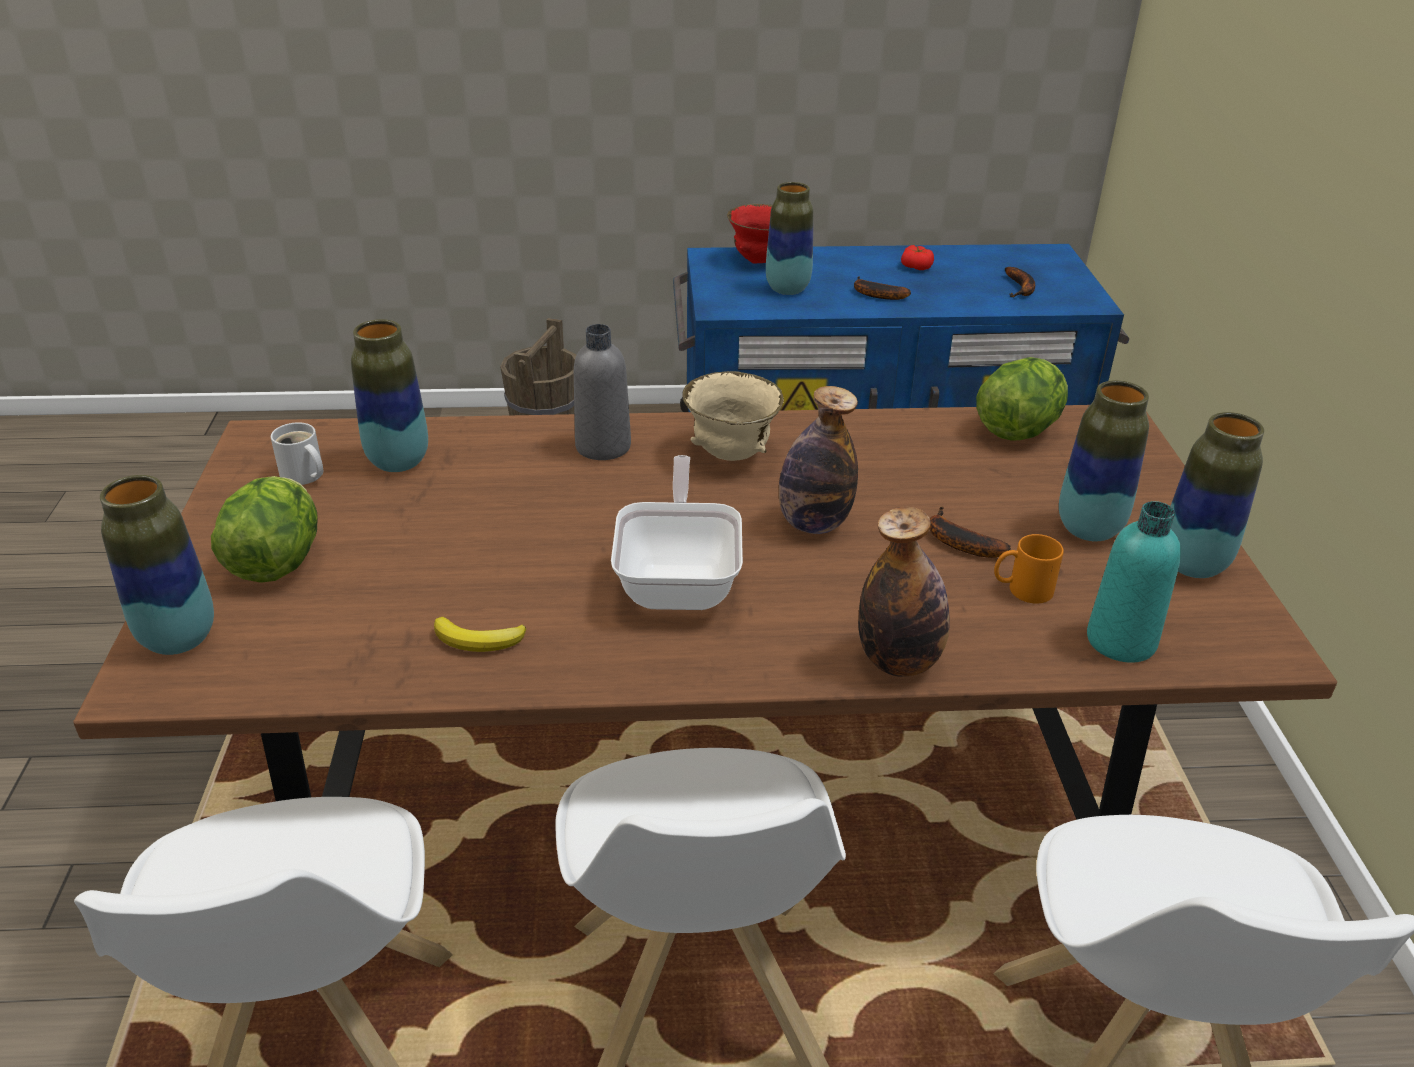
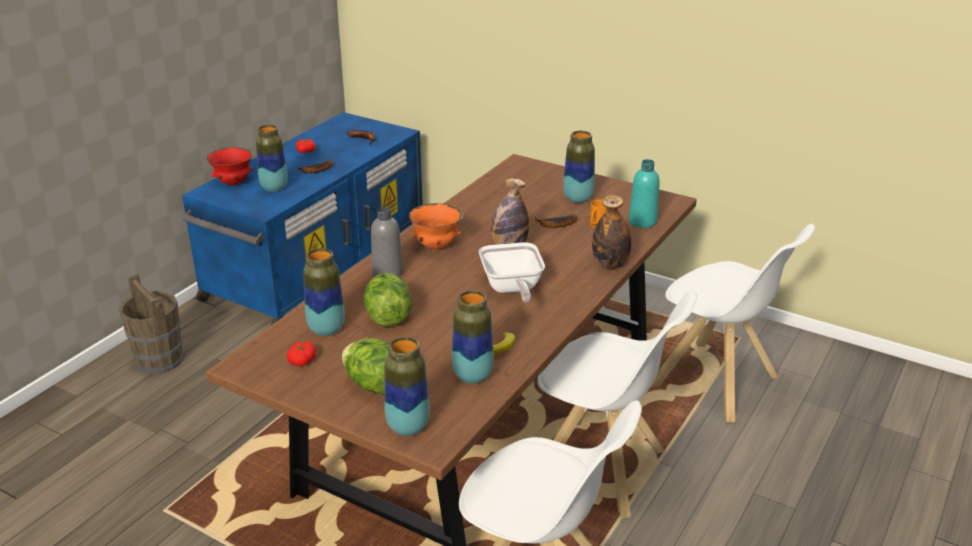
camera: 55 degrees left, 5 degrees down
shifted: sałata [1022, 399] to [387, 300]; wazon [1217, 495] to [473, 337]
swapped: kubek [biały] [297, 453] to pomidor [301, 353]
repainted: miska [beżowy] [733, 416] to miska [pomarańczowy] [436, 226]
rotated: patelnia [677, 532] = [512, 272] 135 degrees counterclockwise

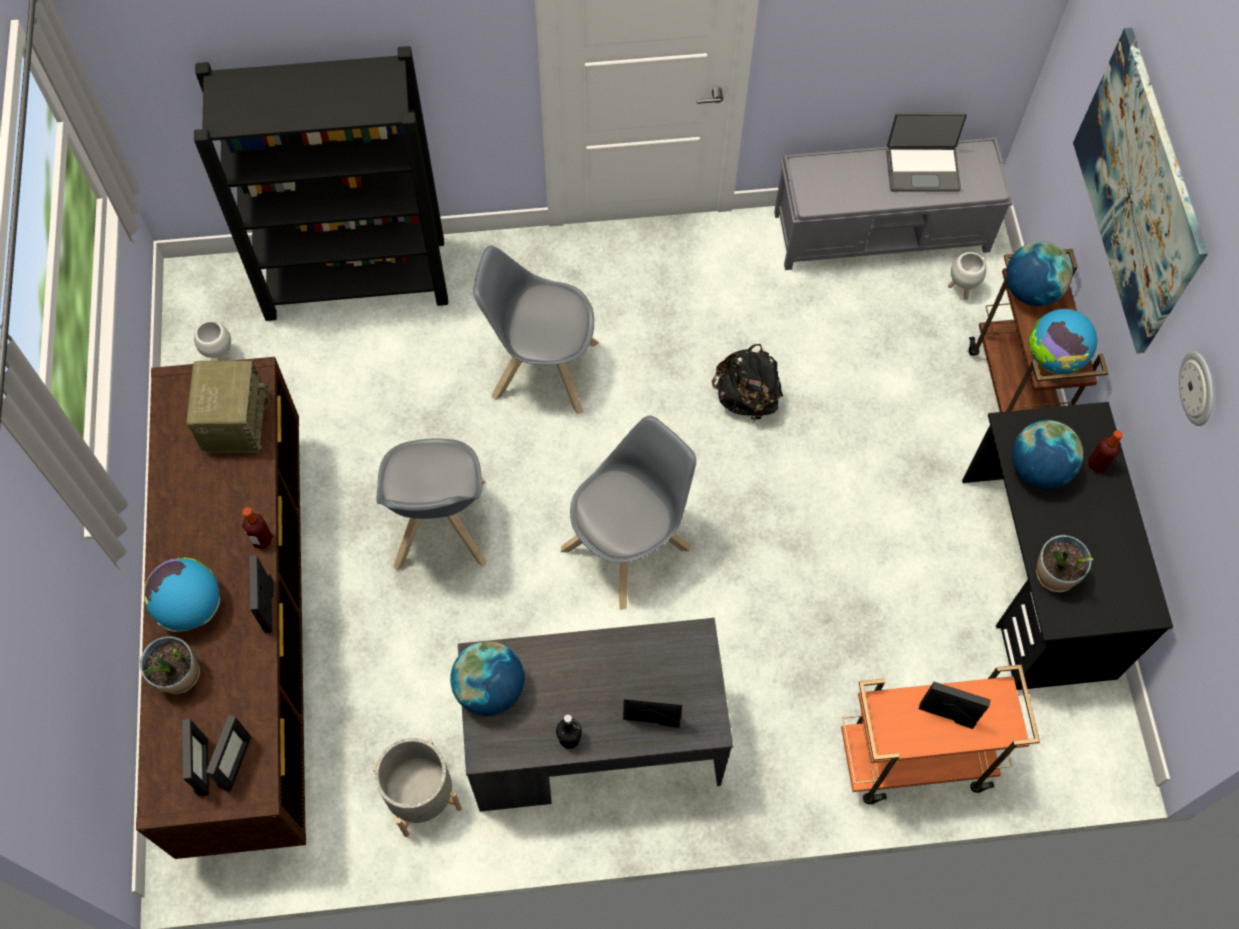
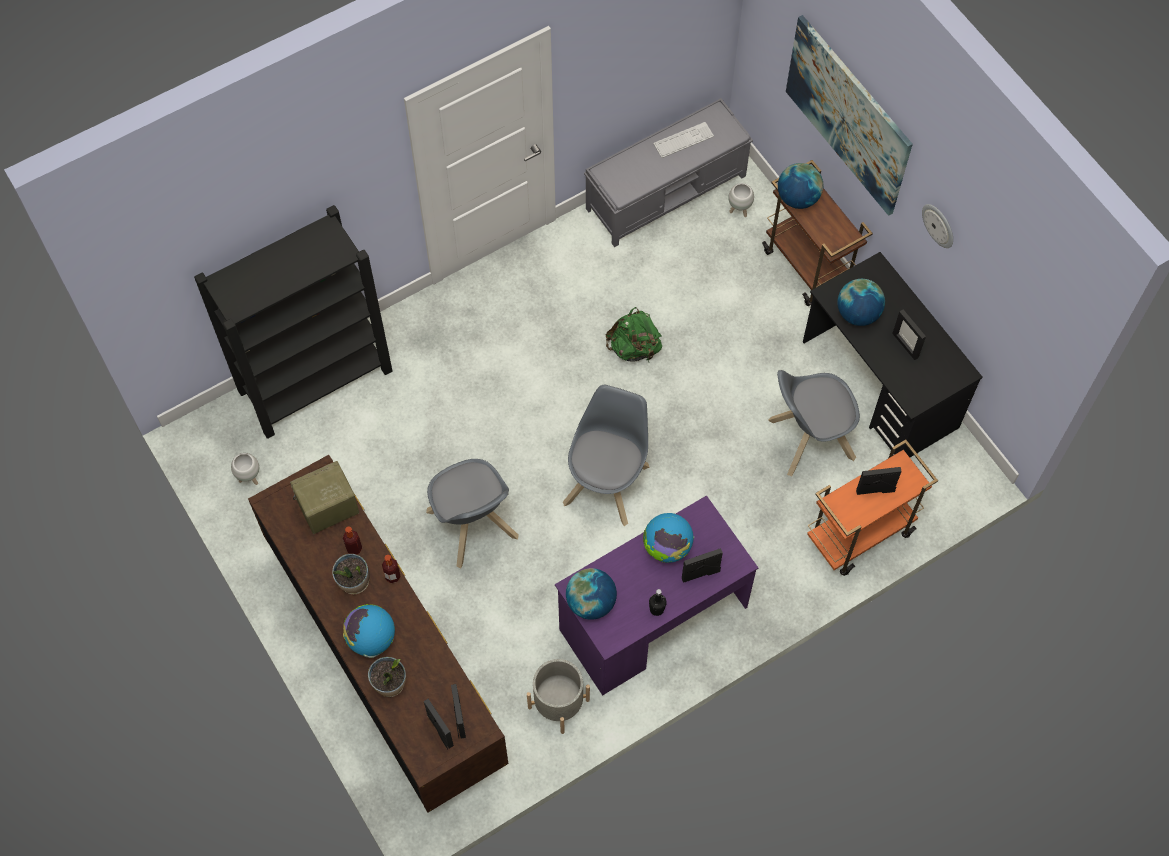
camera: 25 degrees left, 0 degrees up
shifted: krzesło [szary] [536, 329] to [814, 423]; globus [1063, 341] to [668, 538]; butelka [1105, 451] to [352, 540]; roślina doniczkowa [1064, 563] to [350, 574]; ramka na zdjęcie [261, 594] to [909, 334]
swapped: laptop [926, 152] to klawiatura [683, 140]
repainted: plecak [czarny] [747, 383] to plecak [zielony] [634, 334]; biurko [szary] [595, 715] to biurko [fioletowy] [656, 595]
rotated: radio [228, 407] = [324, 497] 90 degrees counterclockwise

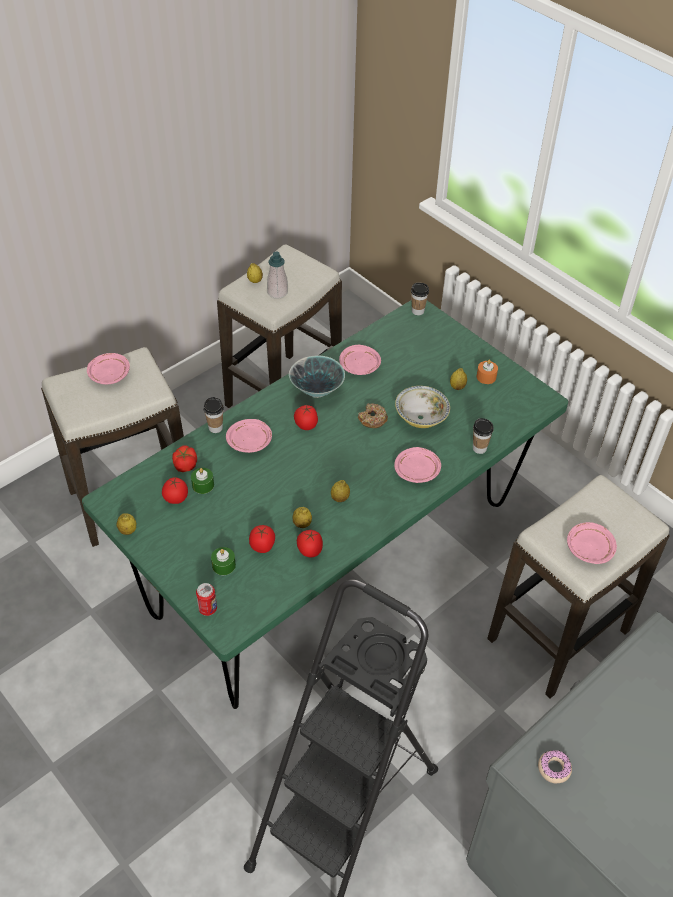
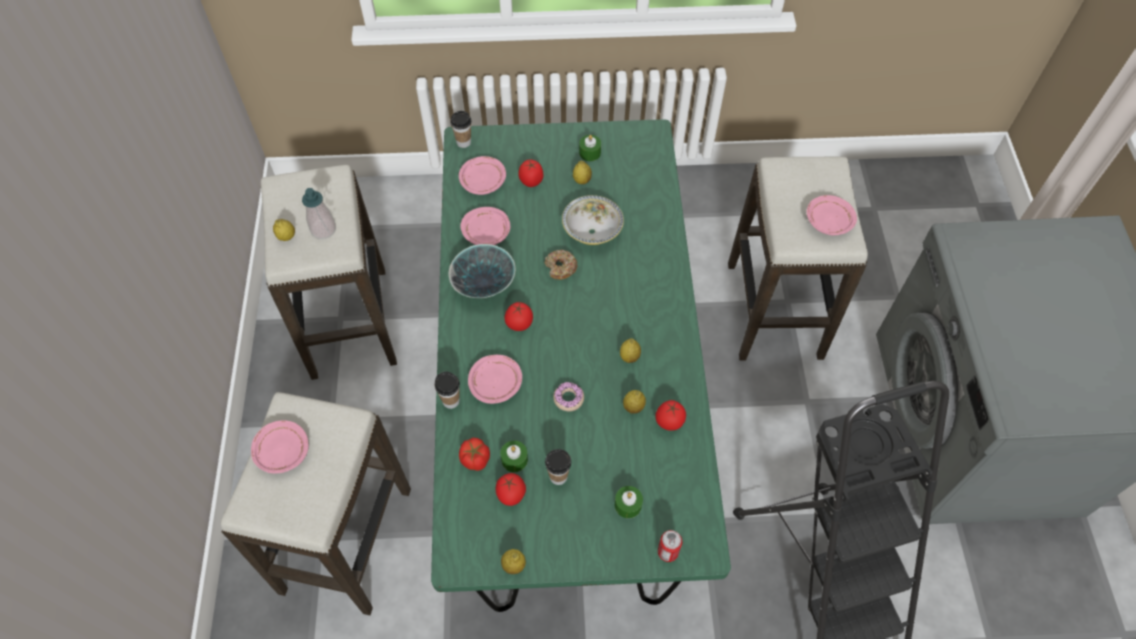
camera: 50 degrees left, 10 degrees up
shifted: filiżanka [483, 436] to [558, 467]; talerz [różowy] [417, 465] to [482, 175]; pomidor [262, 539] to [531, 173]; donut [555, 766] to [568, 397]
repainted: świeca [pomarańczowy] [487, 372] to świeca [zielony] [590, 148]

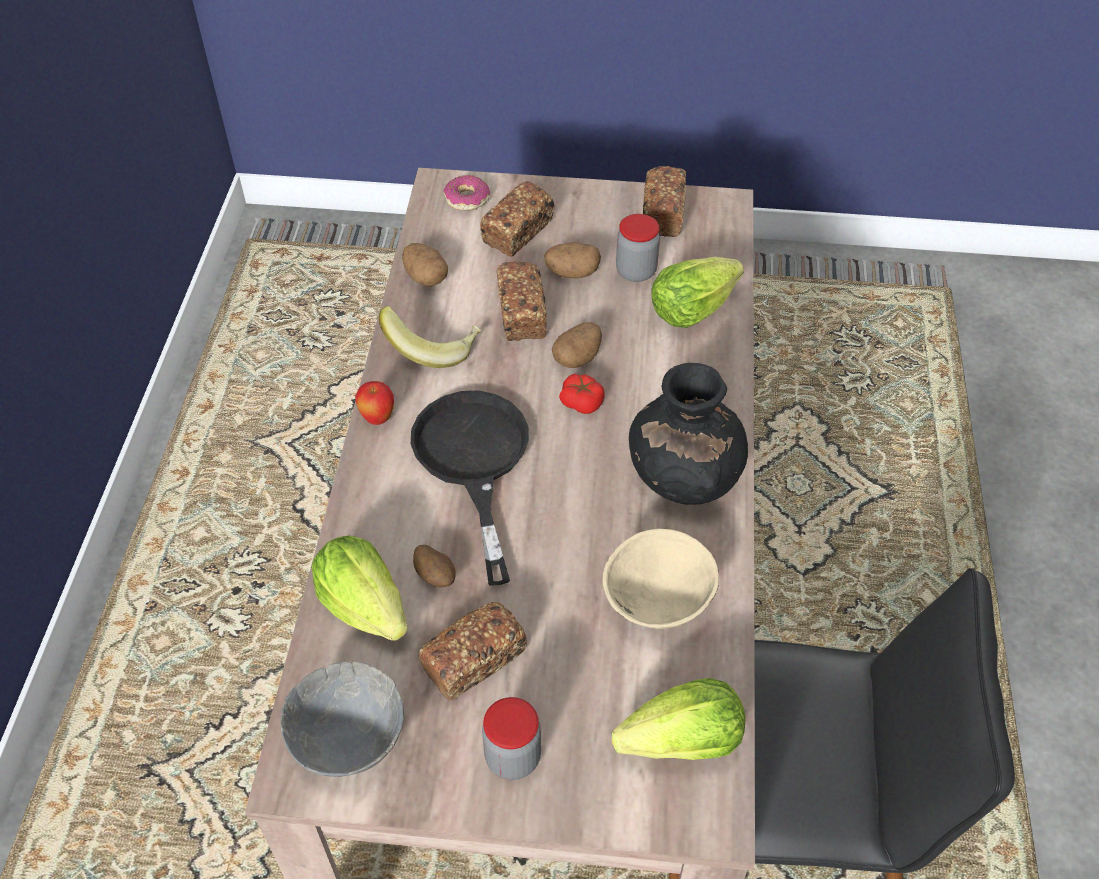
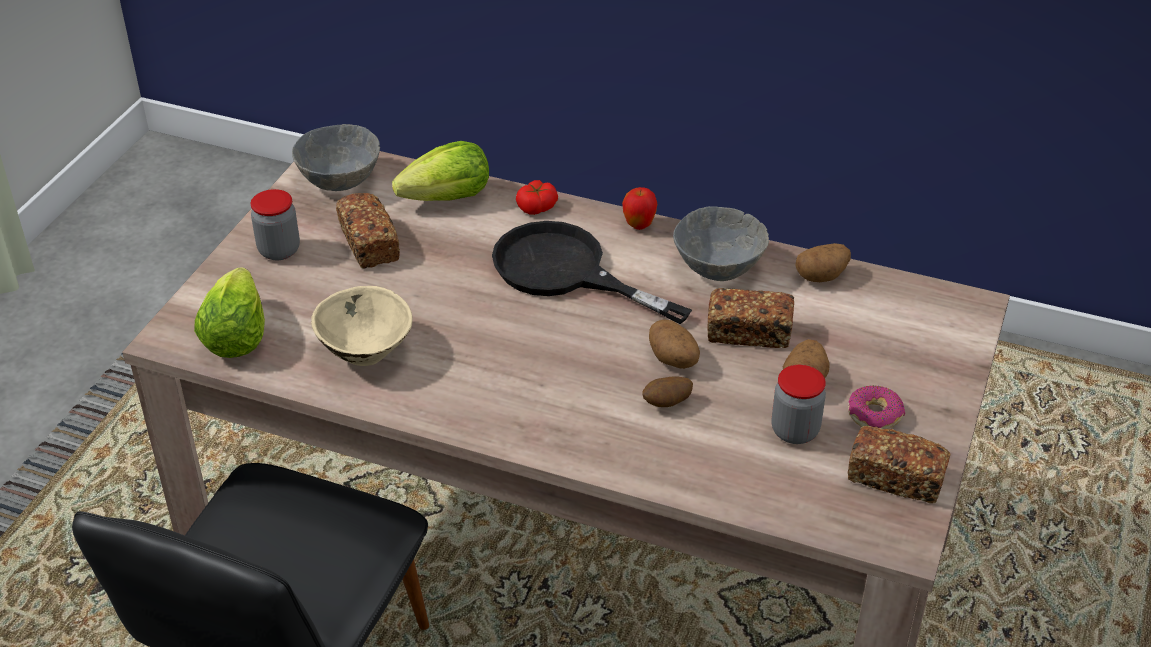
camera: 105 degrees right, 10 degrees down
gone: chleb [517, 219]; sałata [698, 292]; wazon [czarny] [688, 434]
shifted: donut [467, 193] to [876, 407]; pomidor [582, 394] to [537, 197]; ziemniak [434, 566] to [667, 391]
swapped: banan [430, 337] to miska [szary] [721, 243]
rotated: patelnia [czarny] [470, 488] = [592, 272] 150 degrees counterclockwise

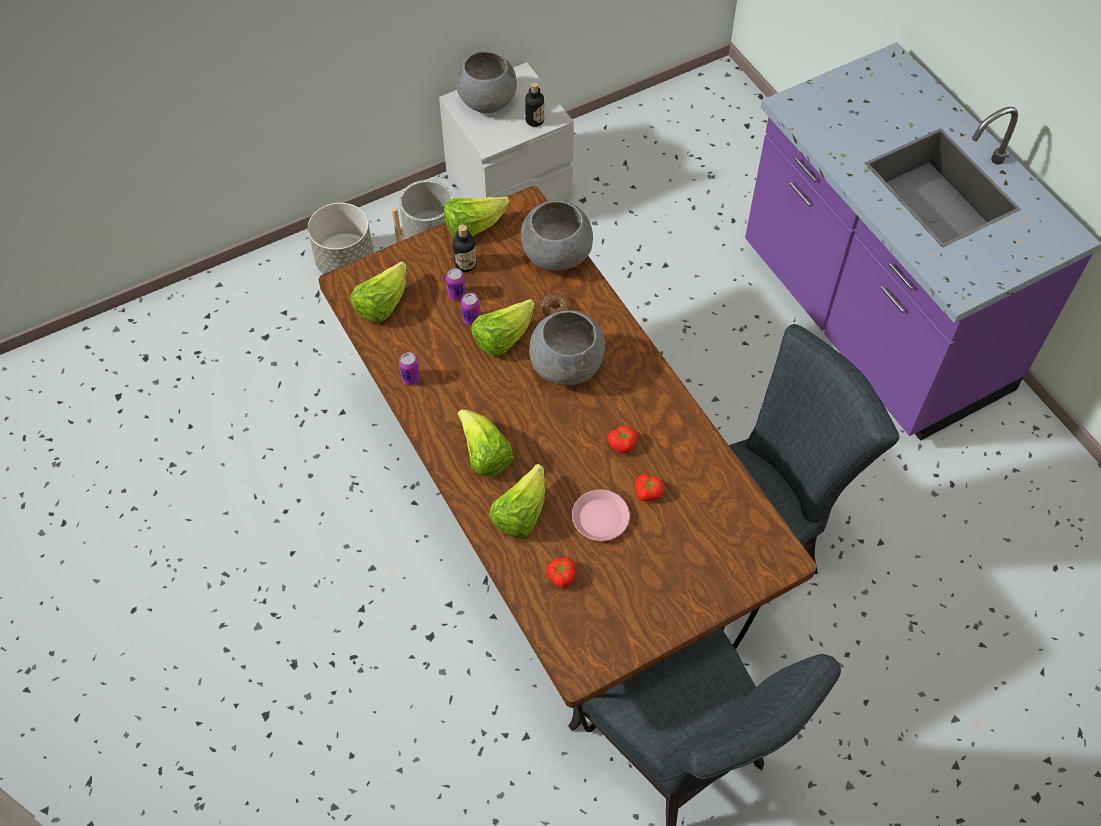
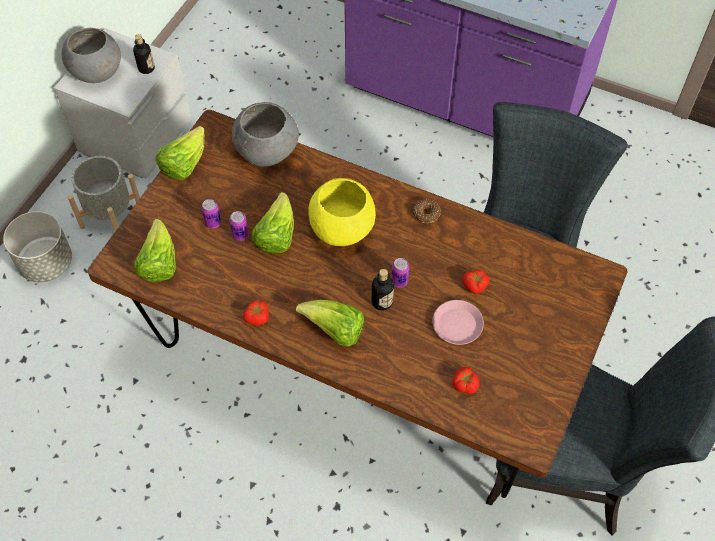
camera: 35 degrees left, 0 degrees up
gone: sałata [517, 500]
shifted: butelka [464, 248] to [383, 289]; donut [556, 305] to [427, 211]; puszka [409, 368] to [400, 272]; pomidor [622, 439] to [256, 312]
repainted: miska [szary] [567, 347] to miska [żółty] [342, 212]

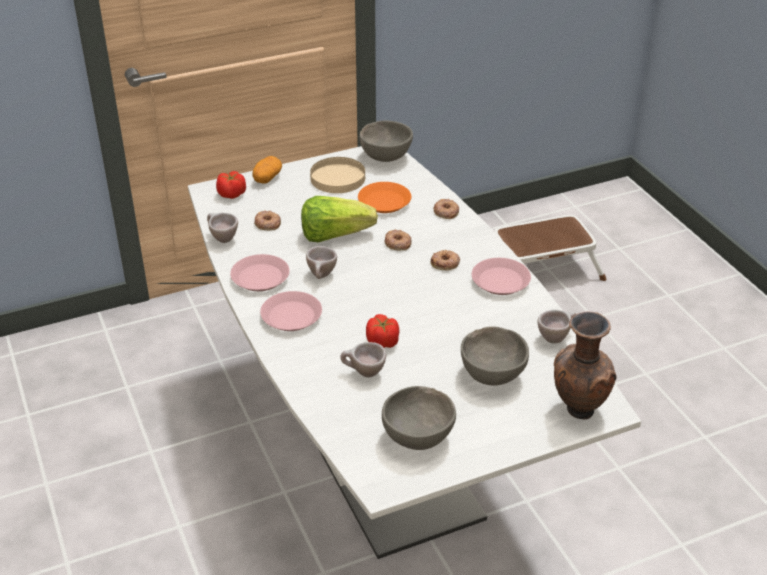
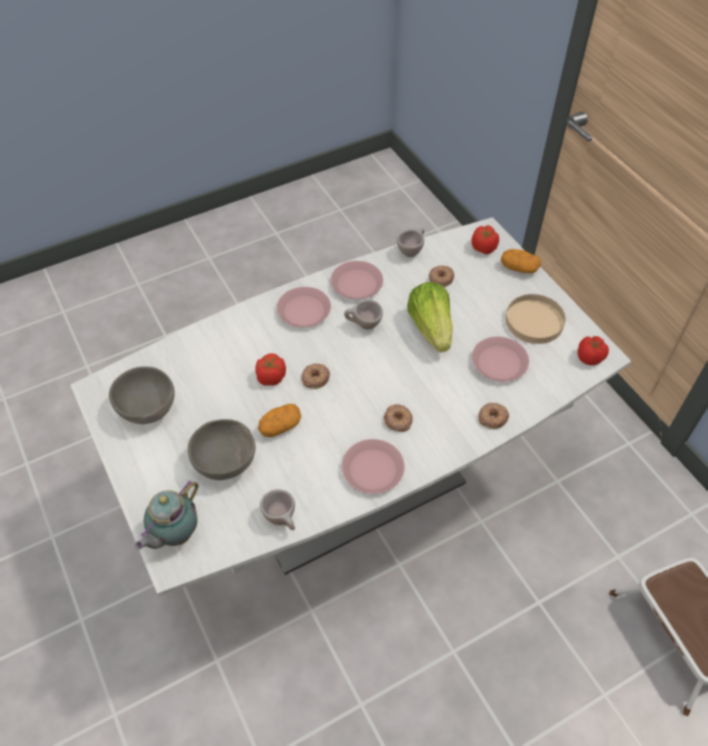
camera: 85 degrees right, 15 degrees up
gone: filiżanka [beżowy] [363, 359]
new: ziemniak [279, 420]
shifted: donut [398, 240] to [316, 376]
swapped: miska [szary] [386, 141] to pomidor [593, 350]; wazon [brązowy] [585, 365] to imbryk [166, 515]
repainted: talerz [pomarańczowy] [384, 197] to talerz [różowy] [500, 359]

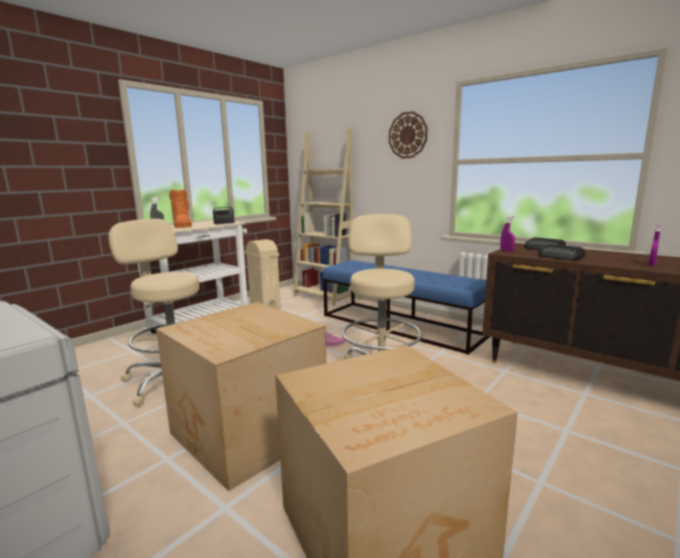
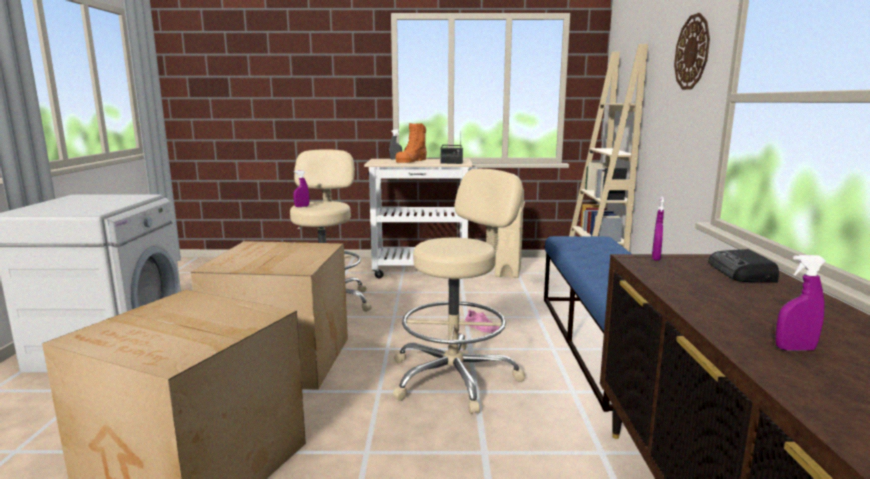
camera: 50 degrees right, 0 degrees up
gone: radio [561, 252]
new: spryskiwacz [fioletowy] [301, 188]

